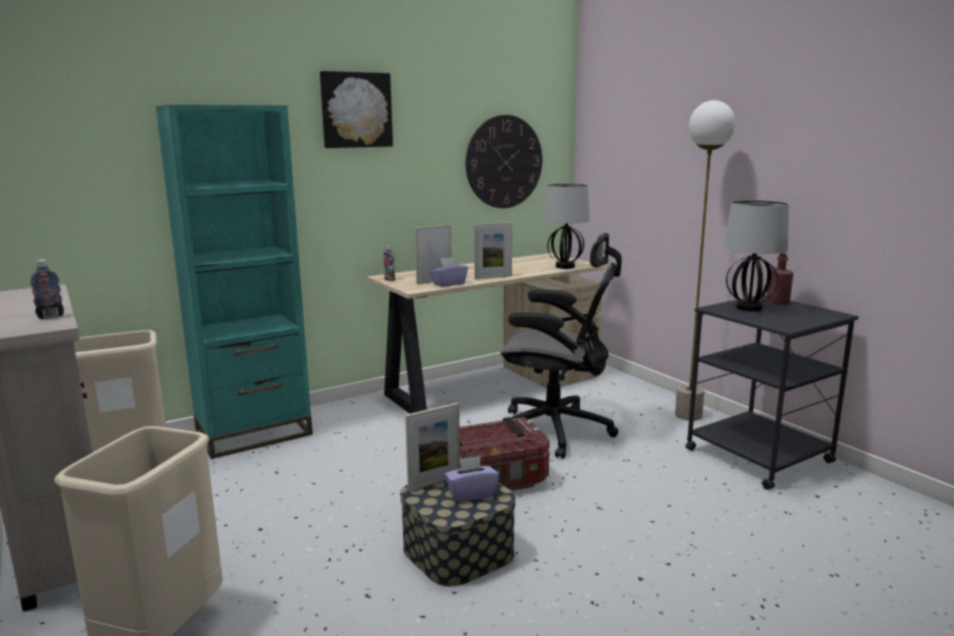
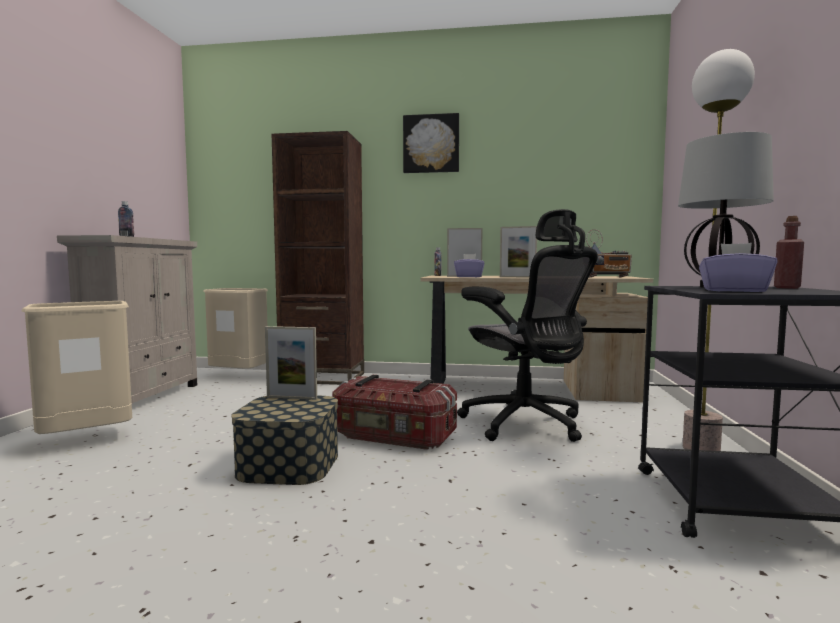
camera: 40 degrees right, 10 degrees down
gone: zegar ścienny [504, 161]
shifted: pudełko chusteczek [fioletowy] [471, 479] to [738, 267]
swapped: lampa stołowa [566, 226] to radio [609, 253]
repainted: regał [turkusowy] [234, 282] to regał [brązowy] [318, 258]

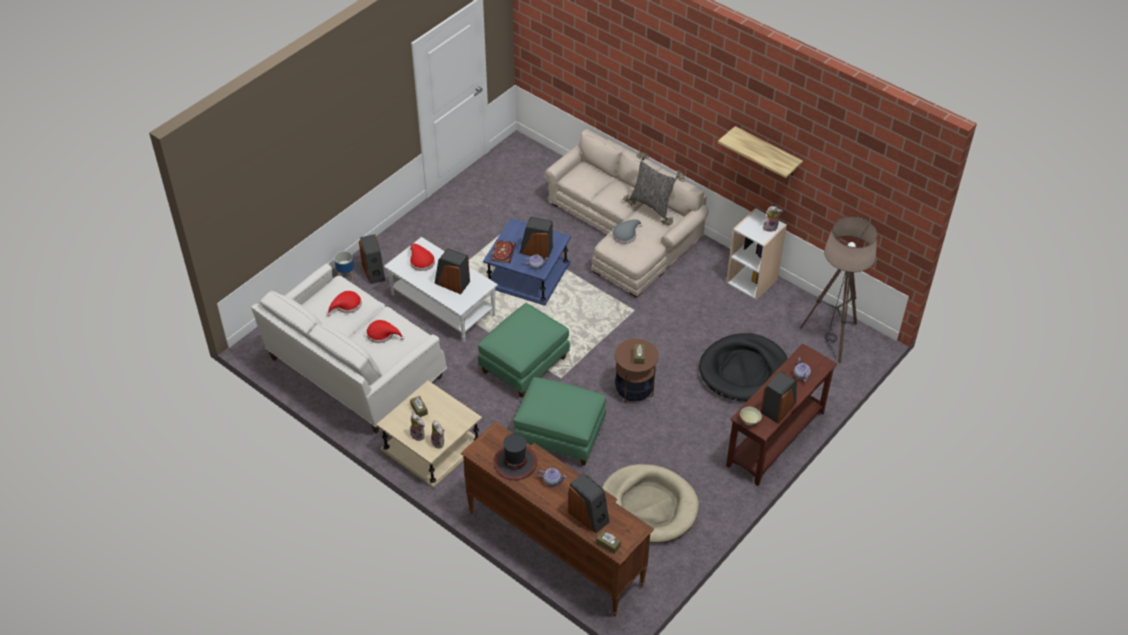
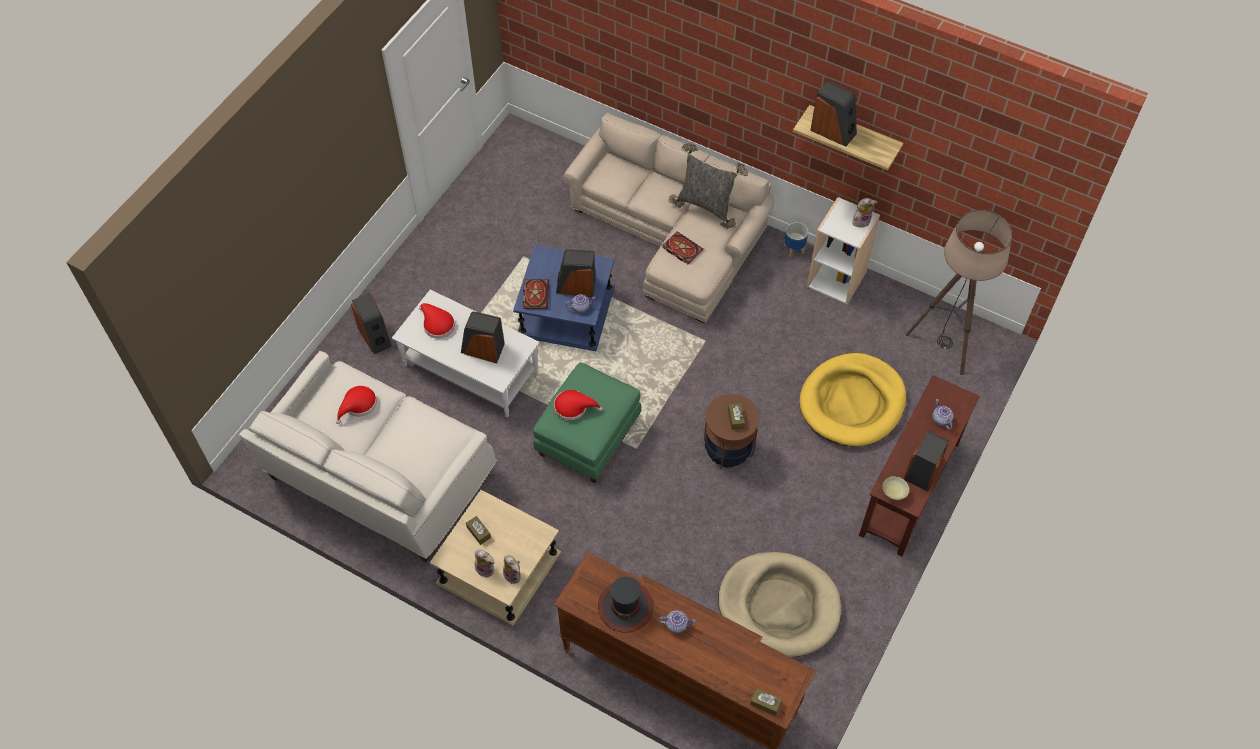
camera: 10 degrees left, 10 degrees up
gone: pufa [zielony] [560, 421]
shifted: donica [344, 265] to [796, 239]; kapelusz [czerwony] [385, 331] to [578, 405]; głośnik [588, 503] to [833, 113]
swapped: kapelusz [szary] [627, 231] to książka [682, 247]
repainted: legowisko [czarny] [743, 367] to legowisko [żółty] [852, 400]

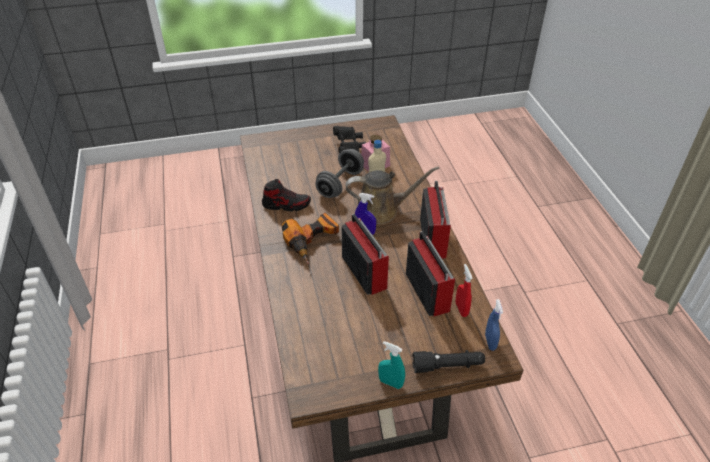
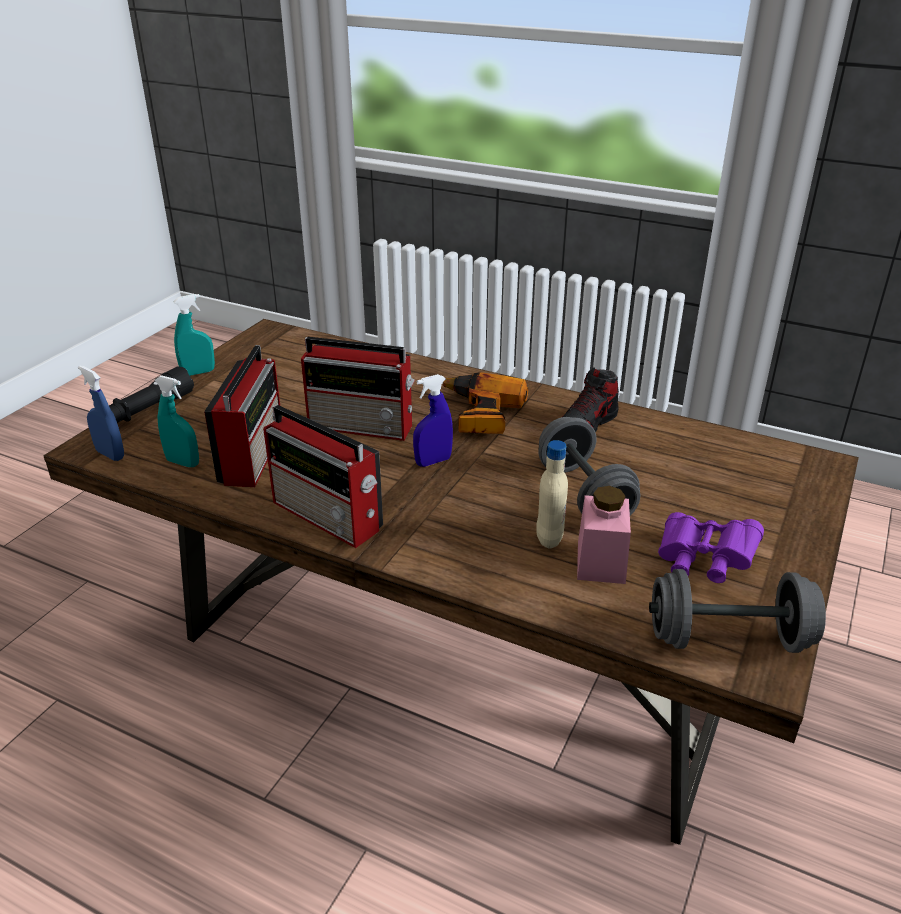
camera: 130 degrees right, 10 degrees down
gone: konewka [brązowy] [392, 195]
new: hantel [szary] [737, 611]
repainted: lornetka [czarny] [349, 140] to lornetka [fioletowy] [711, 547]; spryskiwacz [czerwony] [464, 290] to spryskiwacz [turkusowy] [177, 421]
rotated: radio [430, 273] = [242, 416] 105 degrees counterclockwise

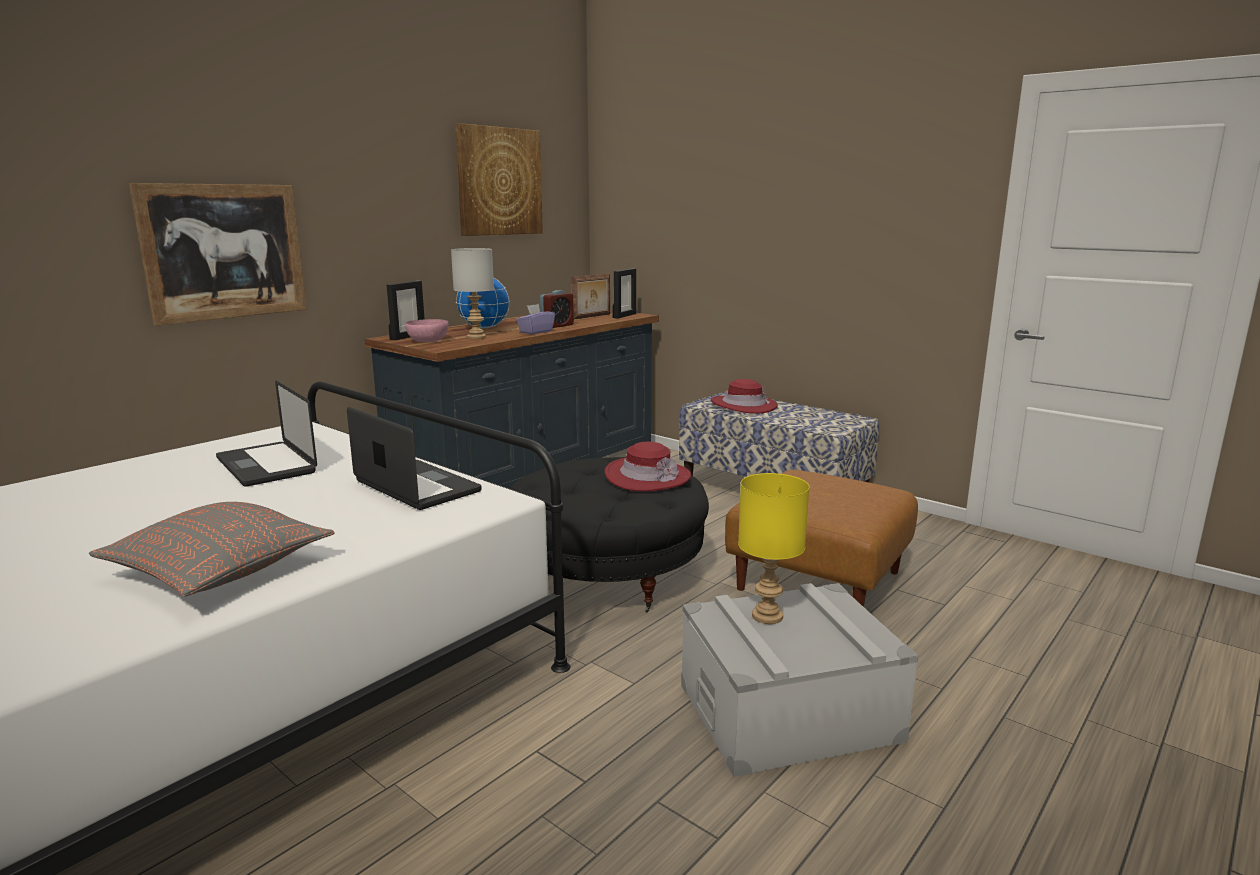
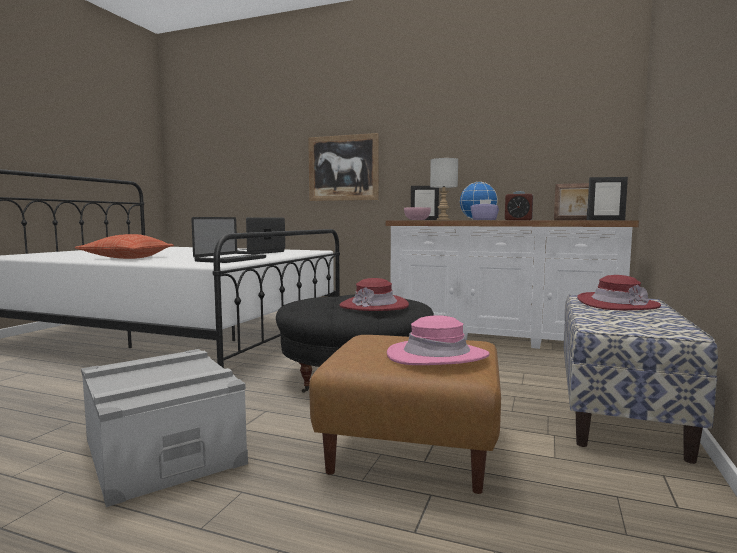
camera: 70 degrees right, 10 degrees down
gone: obraz [499, 179]; lampa stołowa [żółty] [773, 548]
new: kapelusz [różowy] [438, 340]
repainted: komoda [niebieski] [511, 399] to komoda [biały] [512, 284]; poduszka [szary] [212, 549] to poduszka [pomarańczowy] [124, 246]

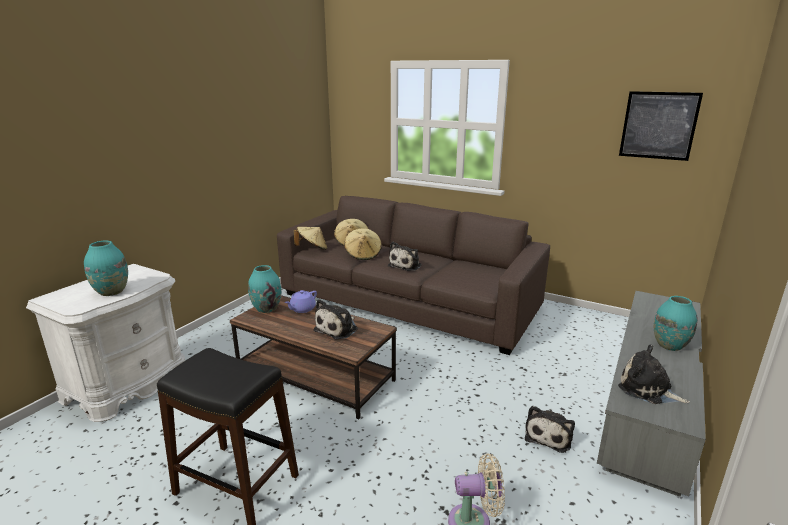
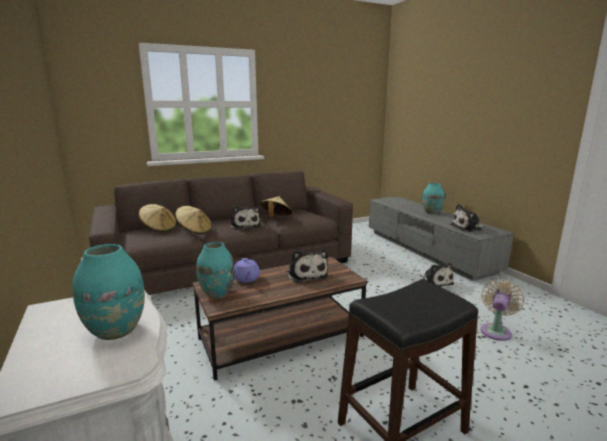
camera: 55 degrees left, 5 degrees down
gone: obraz [661, 126]
shifted: kapelusz [beżowy] [310, 238] to [276, 206]

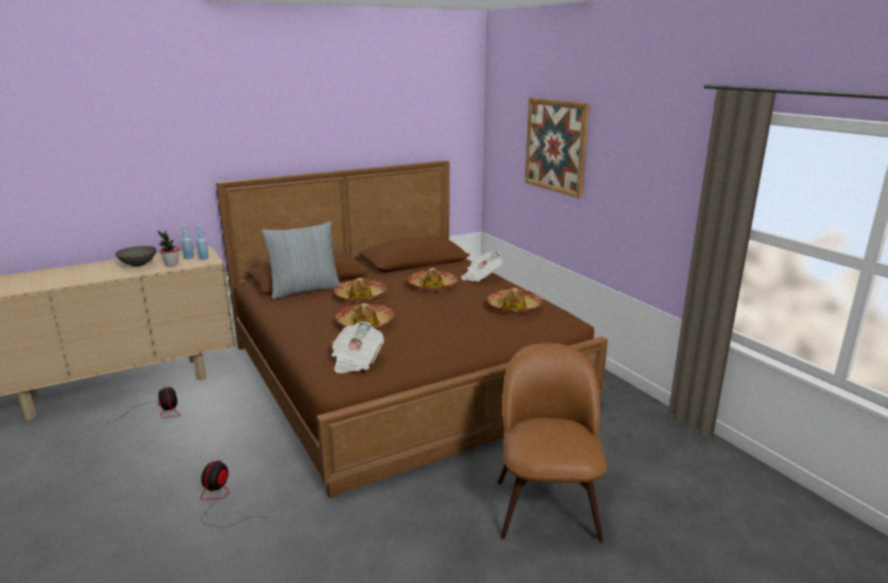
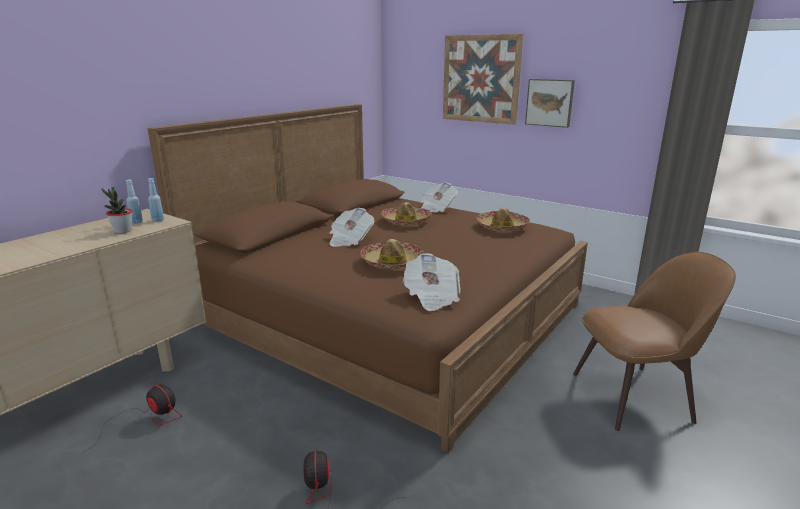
camera: 25 degrees left, 0 degrees up
gone: poduszka [300, 260]; miska [szary] [136, 256]
new: obraz [550, 103]
swapped: kapelusz [360, 290] to gazeta [352, 227]
rotated: krzesło [brązowy] [552, 443] = [654, 341] 105 degrees clockwise

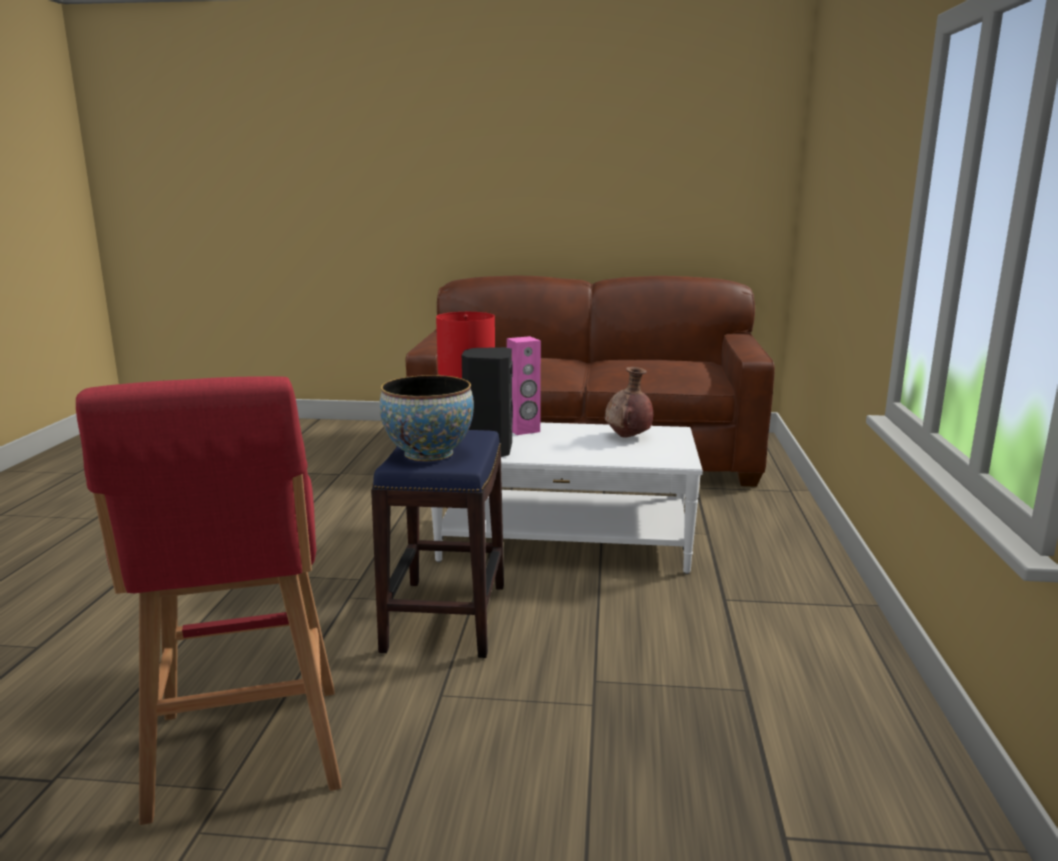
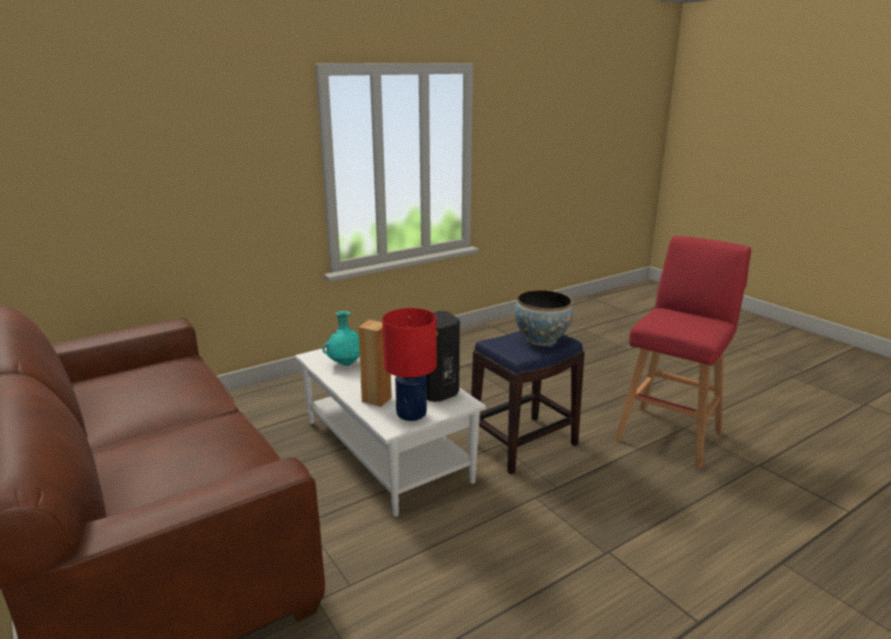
camera: 130 degrees left, 5 degrees up
repainted: głośnik [różowy] [524, 385] to głośnik [brązowy] [375, 363]; wazon [brązowy] [629, 402] to wazon [turkusowy] [341, 338]

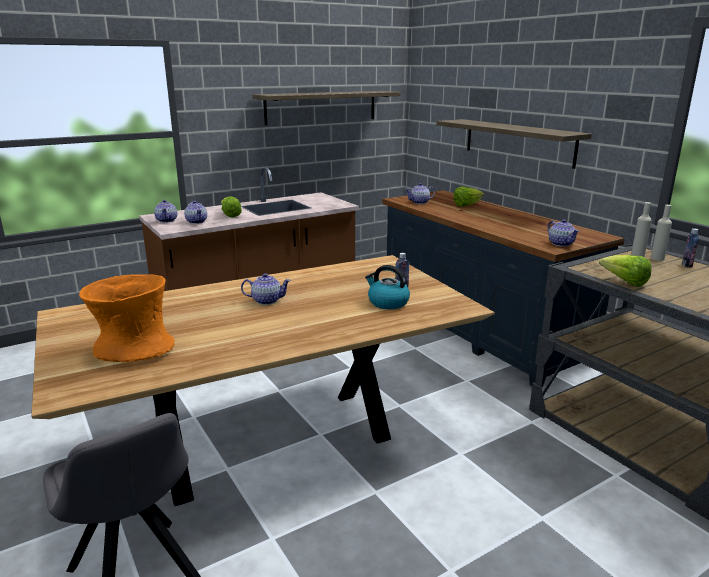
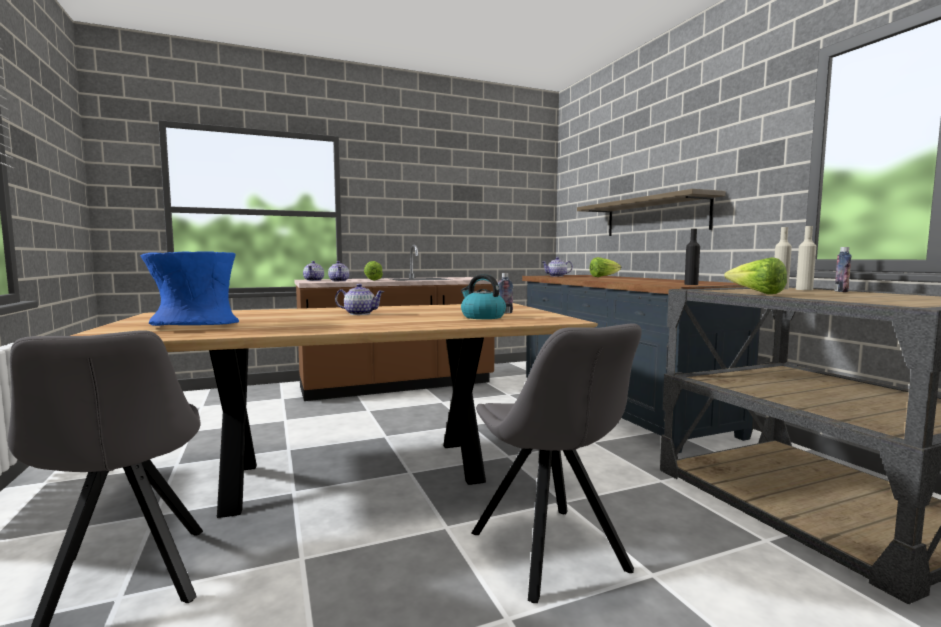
camera: 10 degrees right, 15 degrees down
gone: półka [326, 108]
new: krzesło [szary] [556, 463]
swapped: imbryk [563, 233] to butelka [czarny] [692, 257]
repainted: wazon [pomarańczowy] [127, 318] to wazon [niebieski] [189, 288]

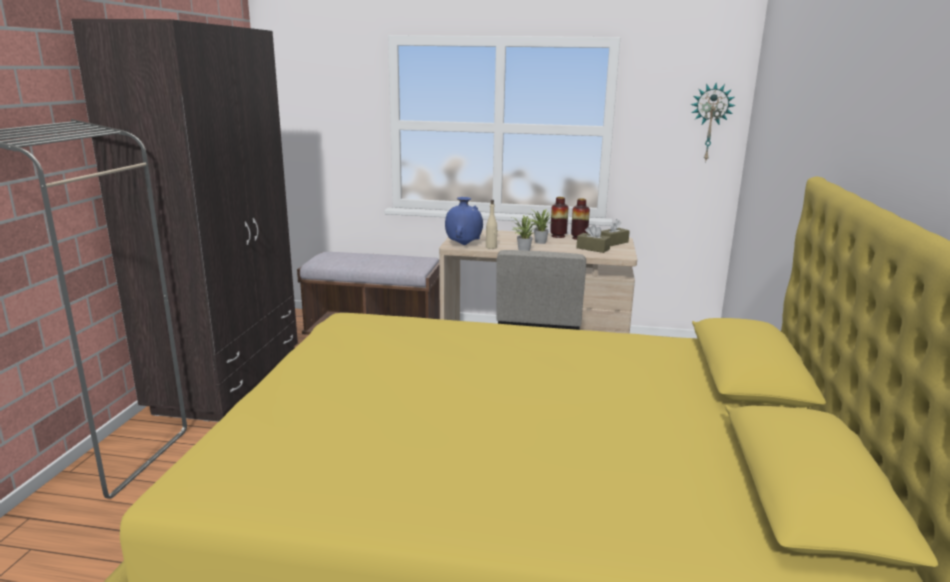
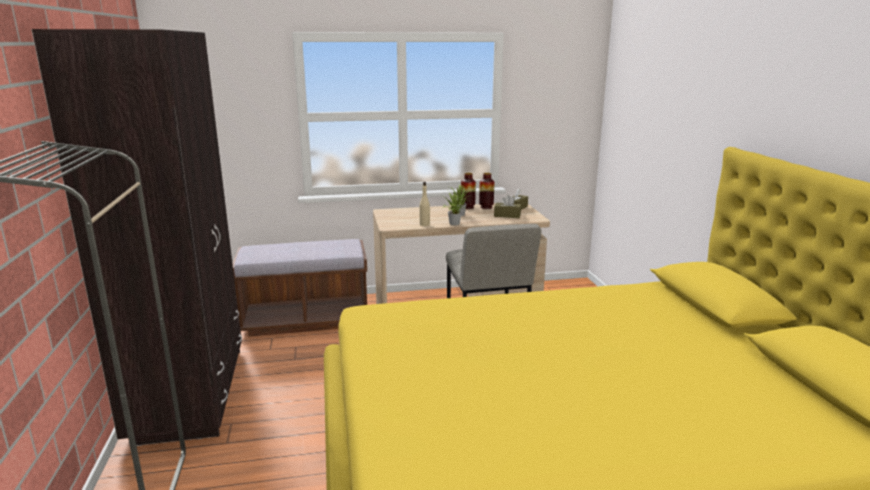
camera: 20 degrees left, 0 degrees up
gone: zegar ścienny [713, 122]; wazon [niebieski] [464, 221]

